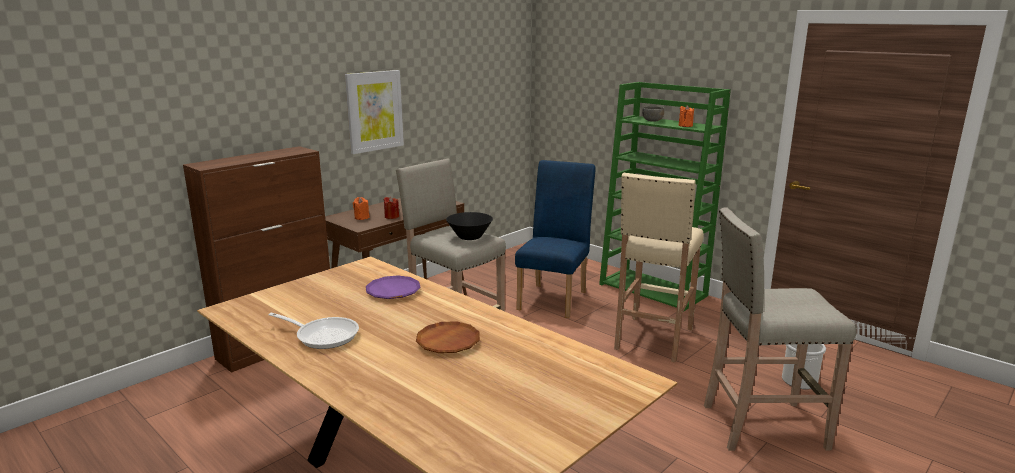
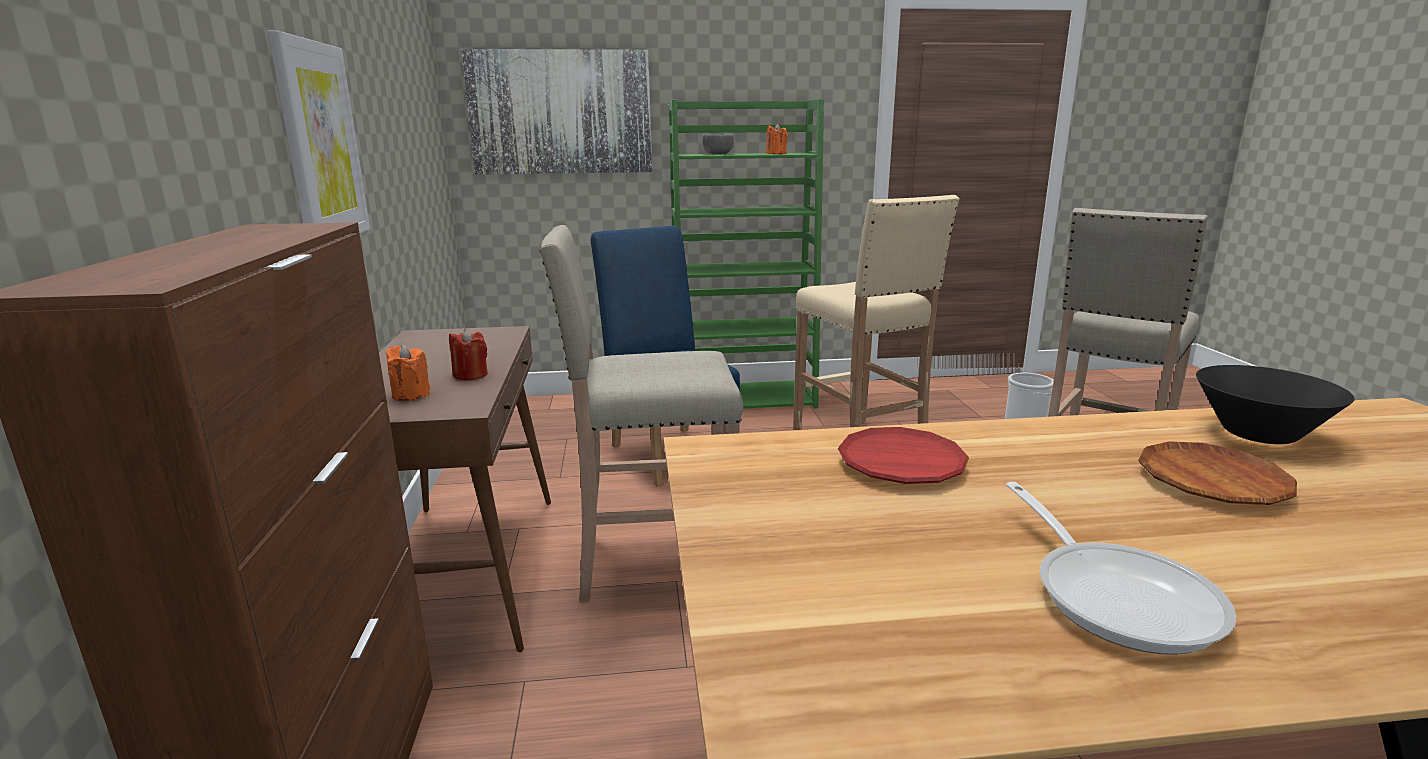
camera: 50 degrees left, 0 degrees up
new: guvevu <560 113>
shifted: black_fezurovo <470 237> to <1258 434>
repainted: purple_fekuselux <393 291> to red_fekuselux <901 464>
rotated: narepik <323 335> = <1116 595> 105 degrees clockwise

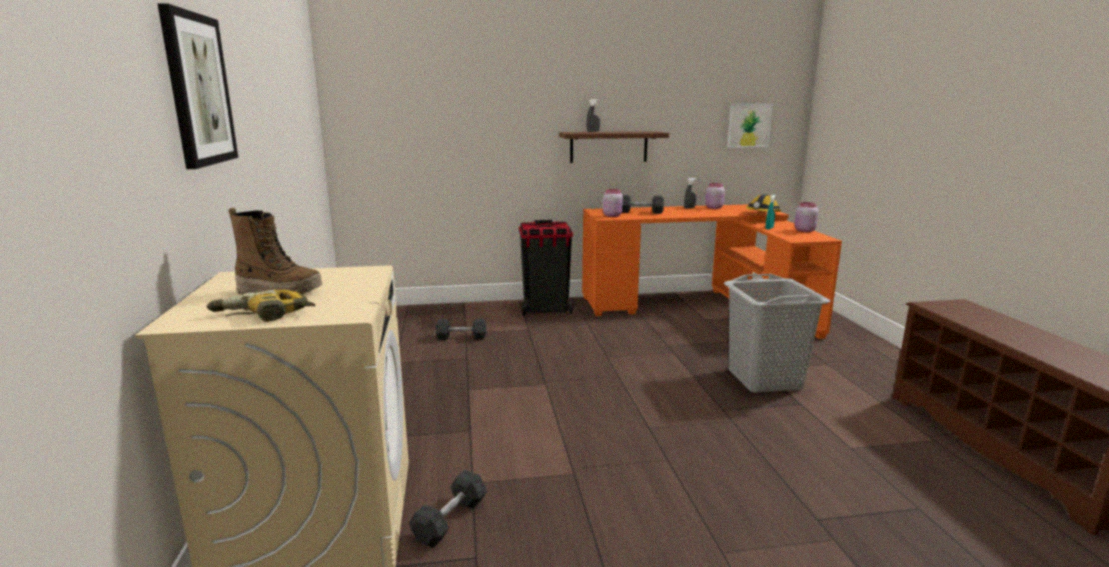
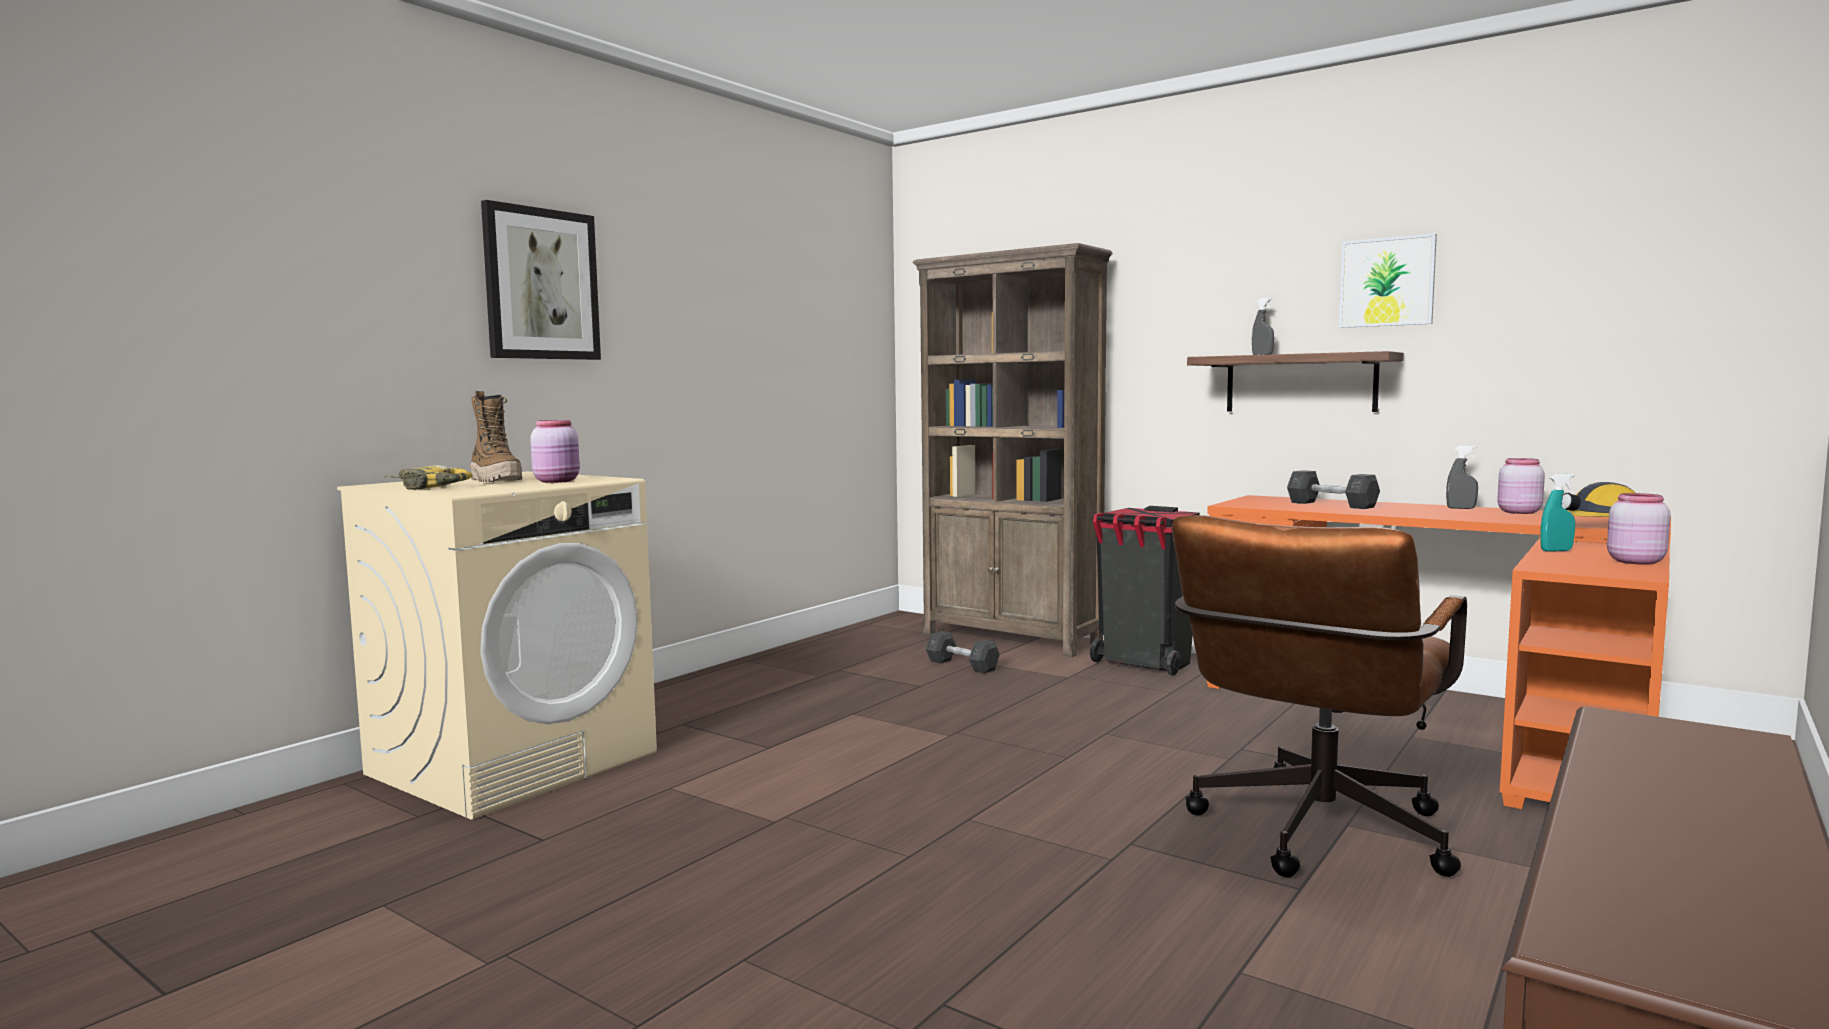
camera: 45 degrees right, 10 degrees down
gone: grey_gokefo <450 520>
new: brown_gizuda <1012 638>
shifted: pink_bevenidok <612 215> to <558 481>; guvevu <749 125> to <1387 282>
swapped: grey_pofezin <764 379> to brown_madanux <1313 838>

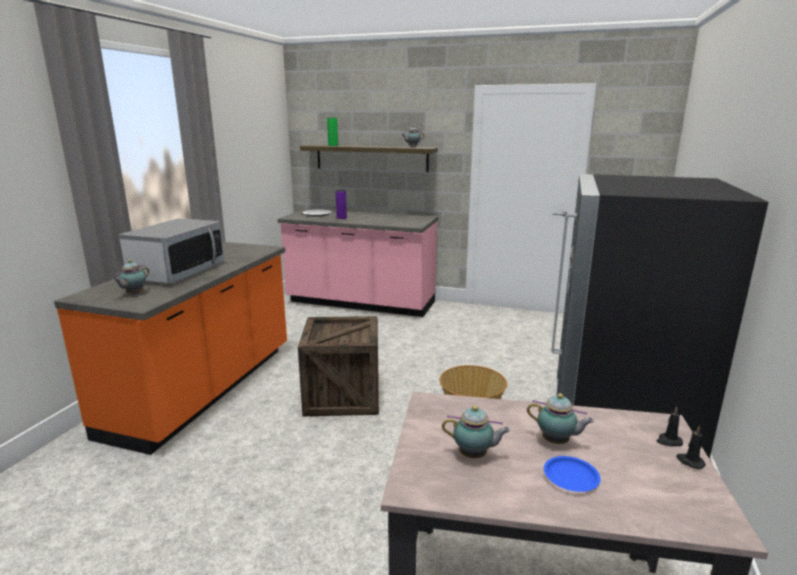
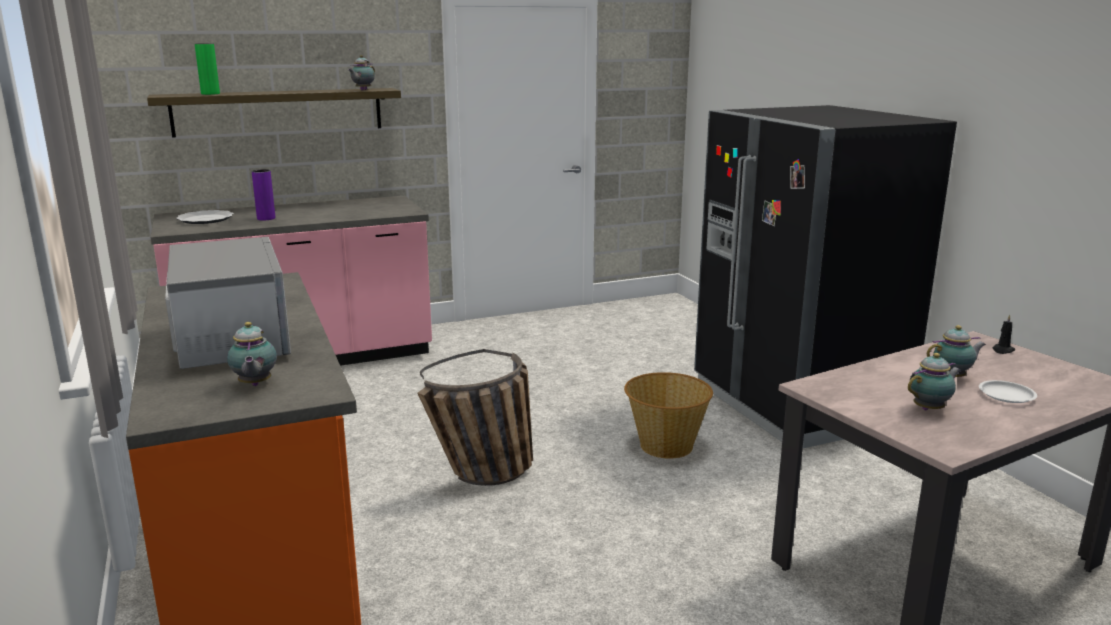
camera: 40 degrees left, 0 degrees up
gone: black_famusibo <690 461>
swapped: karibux <343 395> to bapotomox <483 477>
repainted: blue_fekuselux <571 477> to white_fekuselux <1007 395>

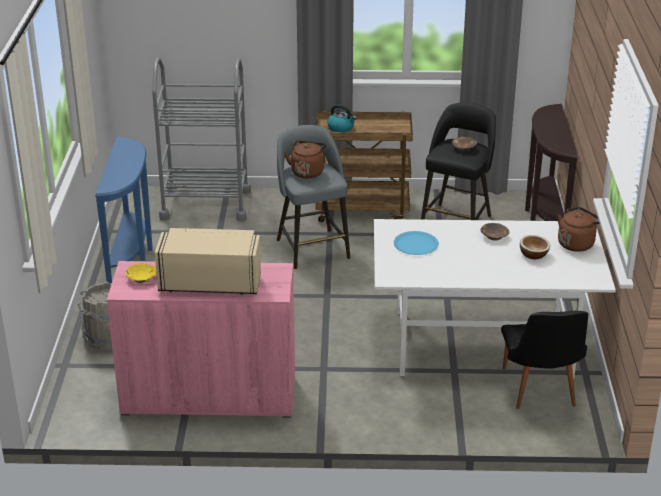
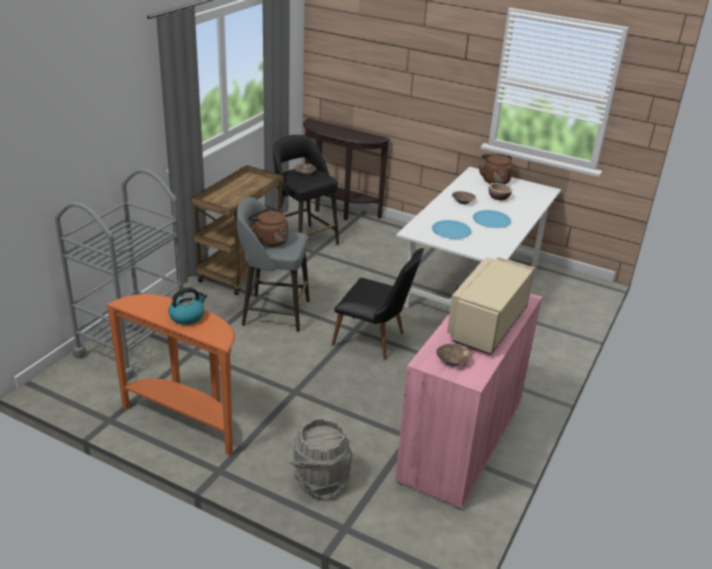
camera: 65 degrees left, 0 degrees up
new: blue_fekuselux <491 220>
shifted: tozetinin <341 128> to <187 316>; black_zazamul <539 392> to <375 341>
repainted: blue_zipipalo <132 260> to orange_zipipalo <185 420>; yellow_fezurovo <141 278> to brown_fezurovo <453 360>

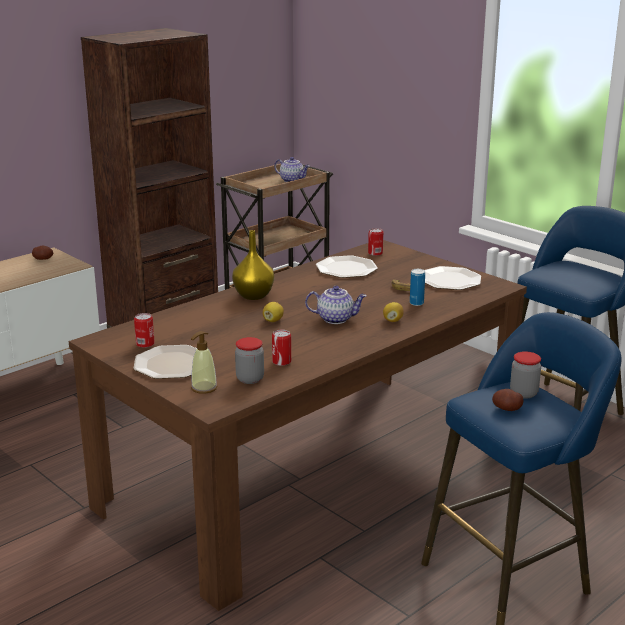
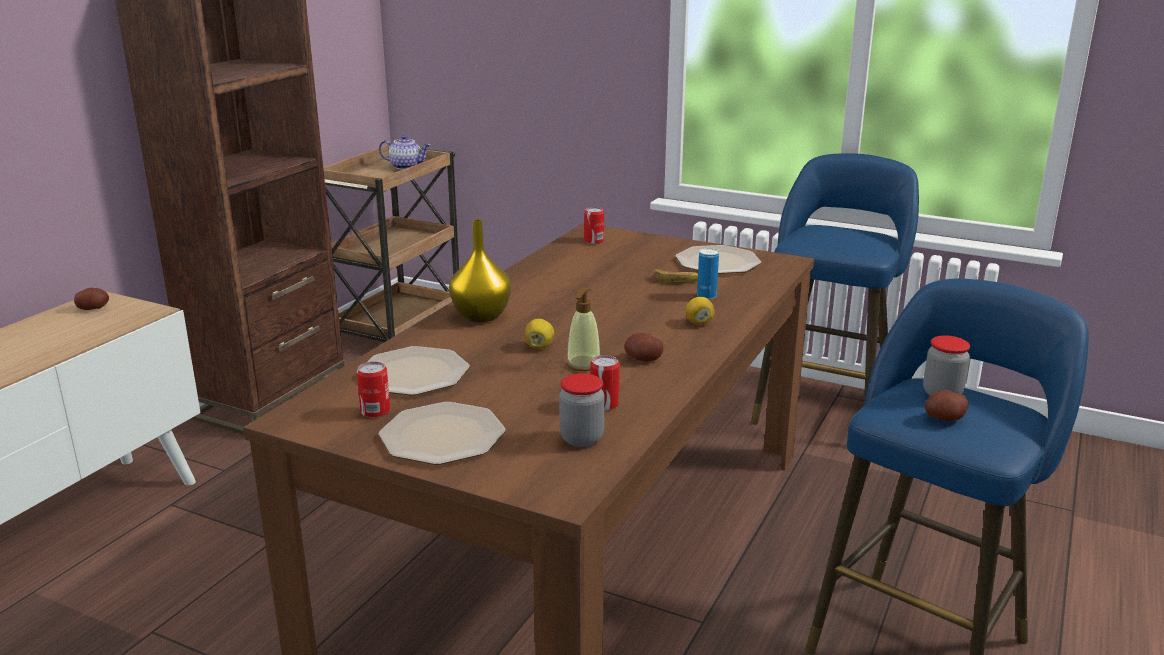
camera: 20 degrees left, 0 degrees up
gone: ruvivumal <336 319>
new: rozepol <643 359>
shifted: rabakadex <204 388> to <583 364>; fekuselux <346 269> to <414 374>

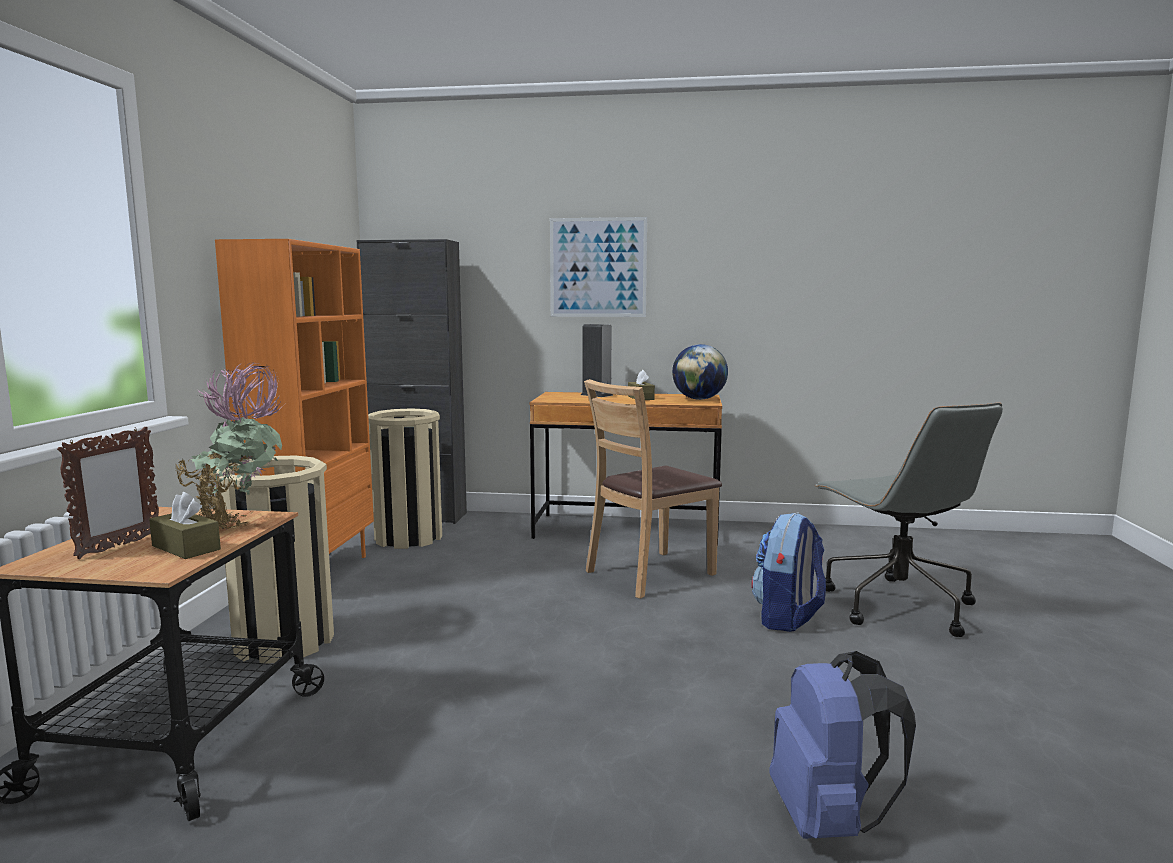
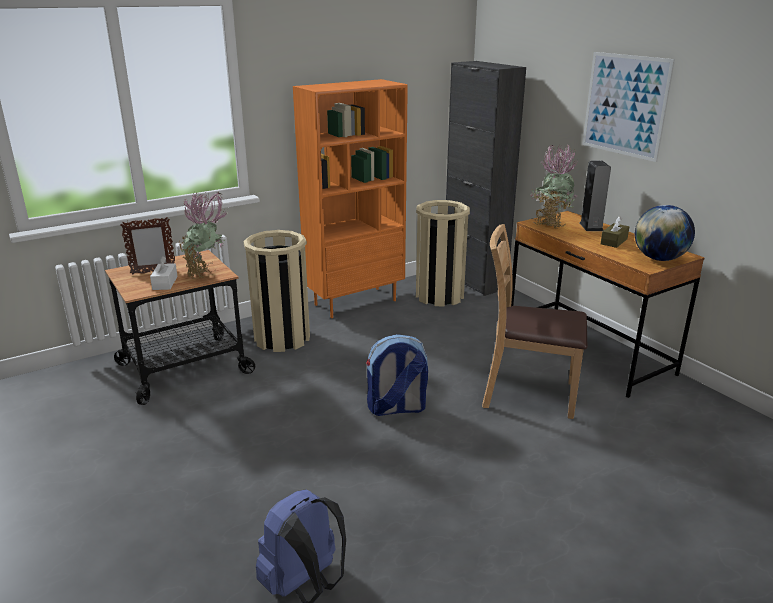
camera: 50 degrees right, 15 degrees up
gone: grey_madanux <896 605>
new: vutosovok <550 224>
shifted: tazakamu <788 618> to <396 408>
repainted: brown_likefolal <186 548> to white_likefolal <165 283>

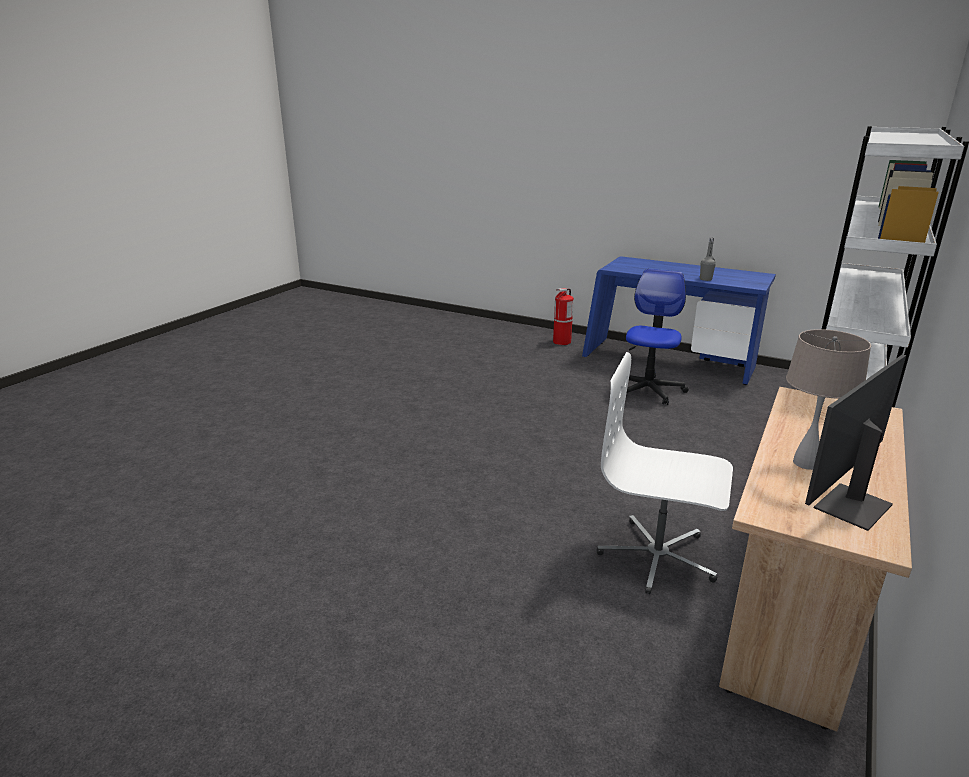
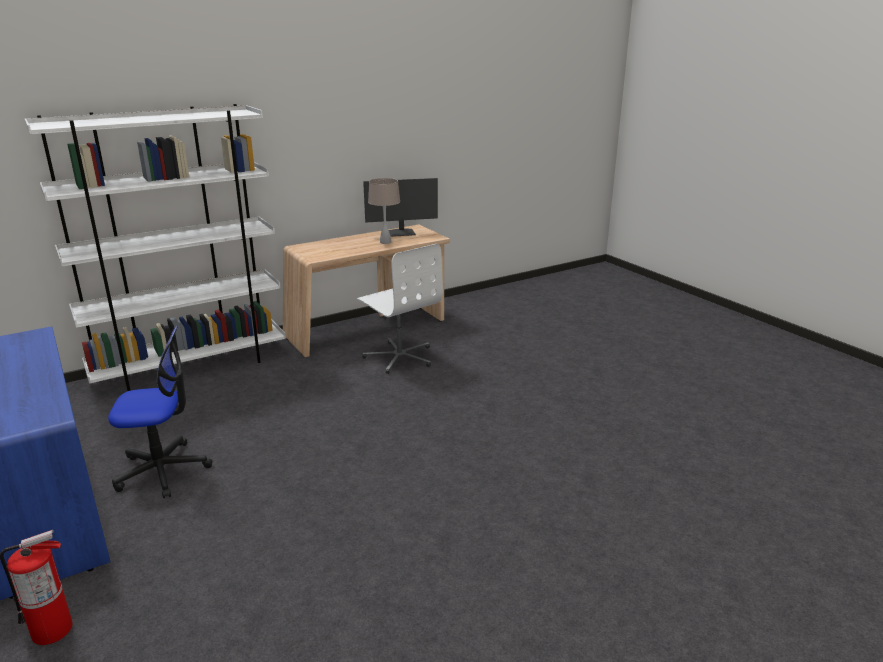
camera: 150 degrees left, 0 degrees up
gone: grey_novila <705 279>
rotated: madanux <647 390> = <163 470> 150 degrees counterclockwise

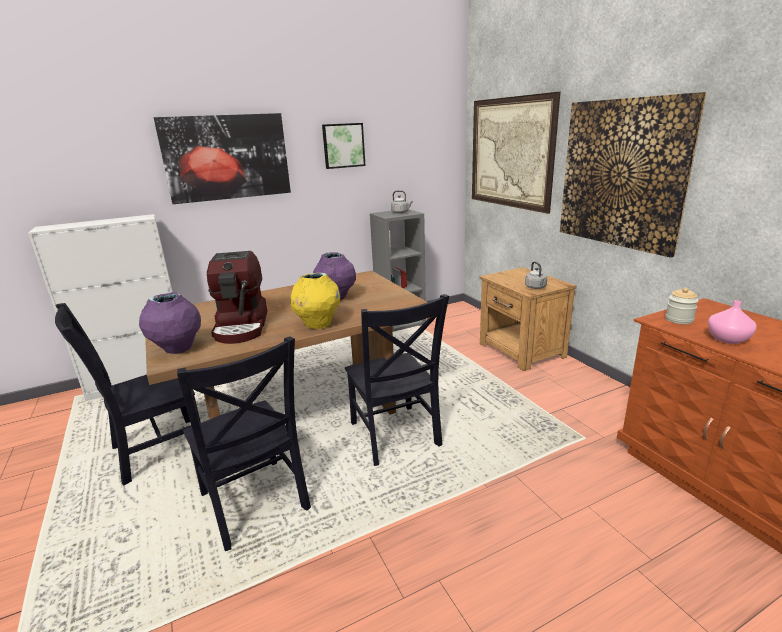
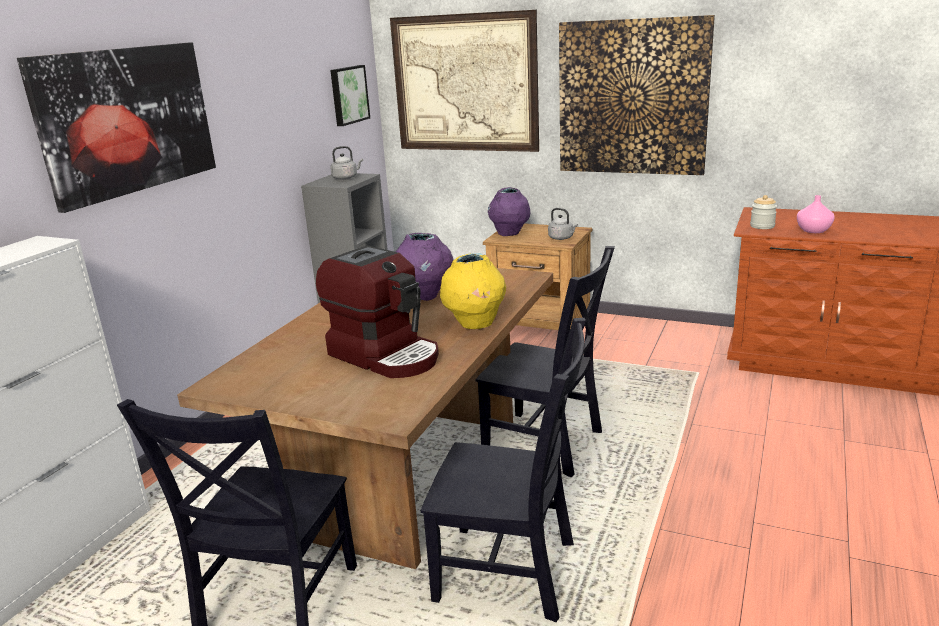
camera: 40 degrees left, 0 degrees up
shifted: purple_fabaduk <178 349> to <509 234>; guvevu <343 145> to <348 95>

